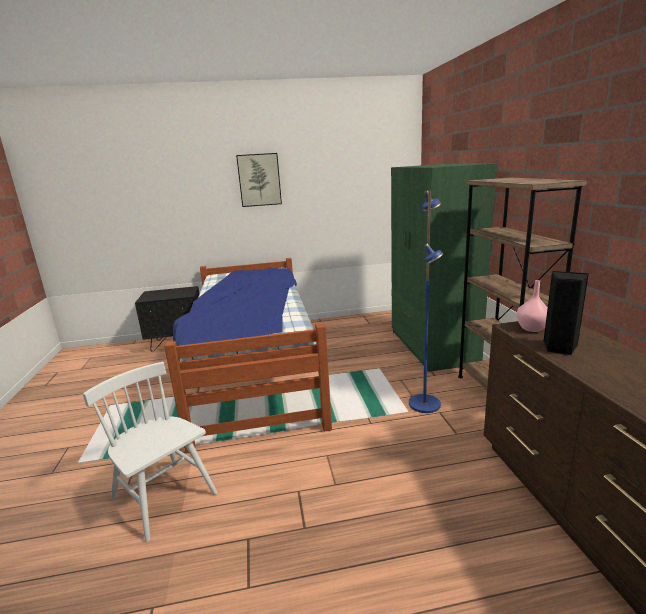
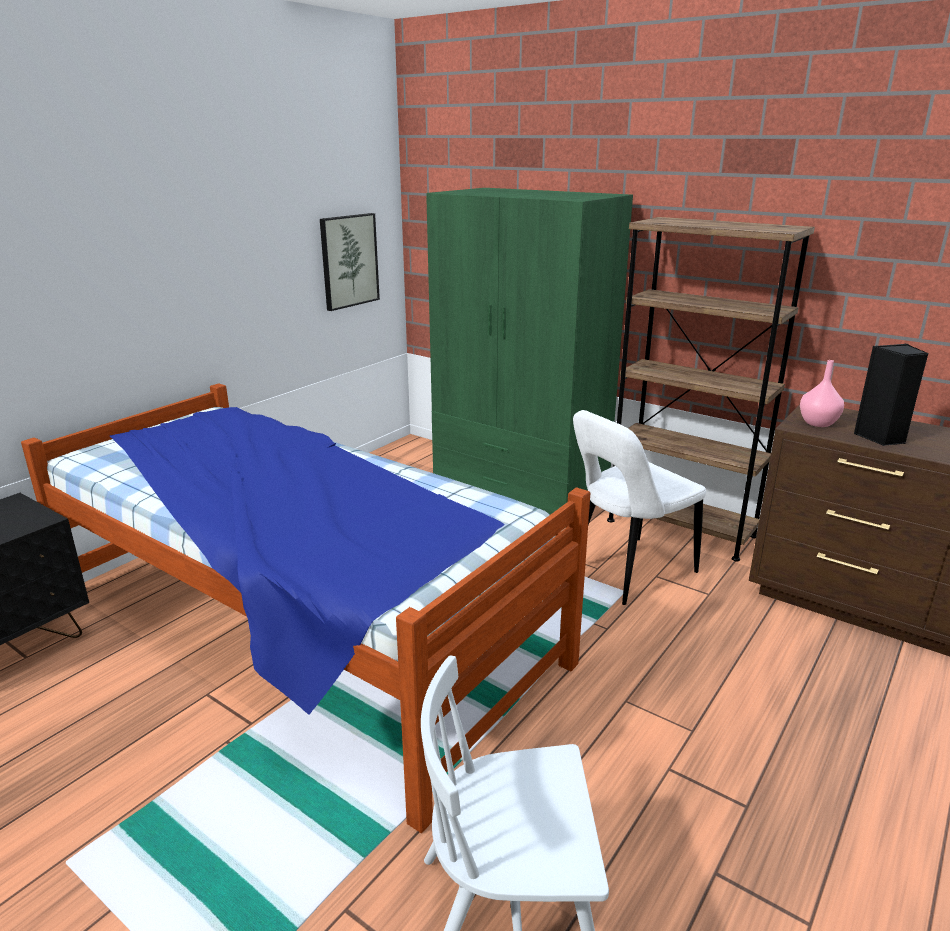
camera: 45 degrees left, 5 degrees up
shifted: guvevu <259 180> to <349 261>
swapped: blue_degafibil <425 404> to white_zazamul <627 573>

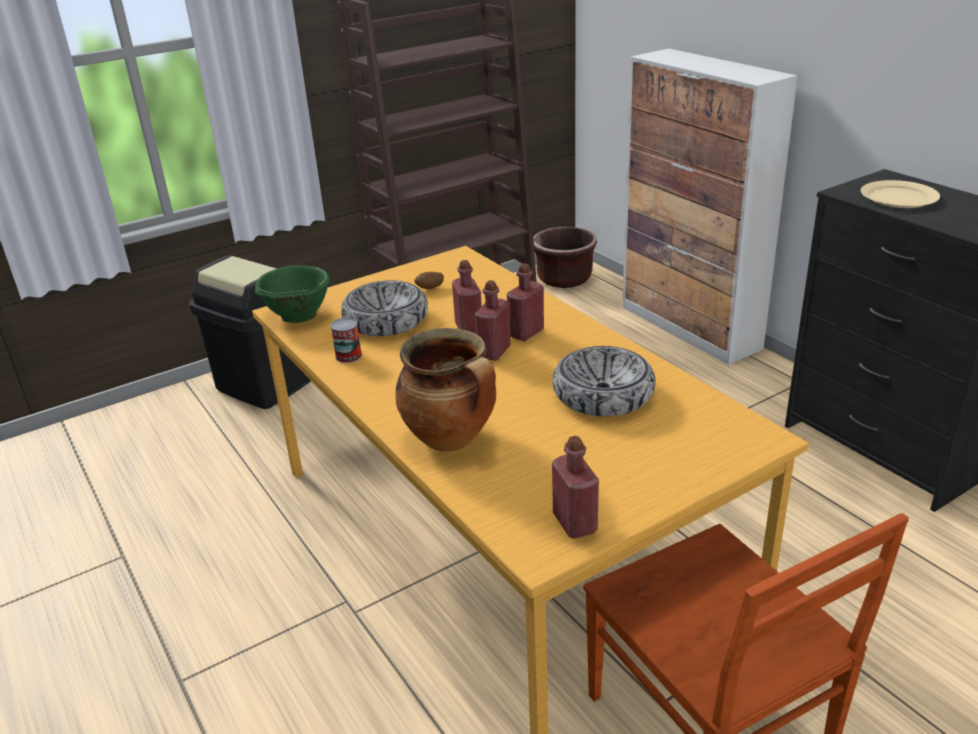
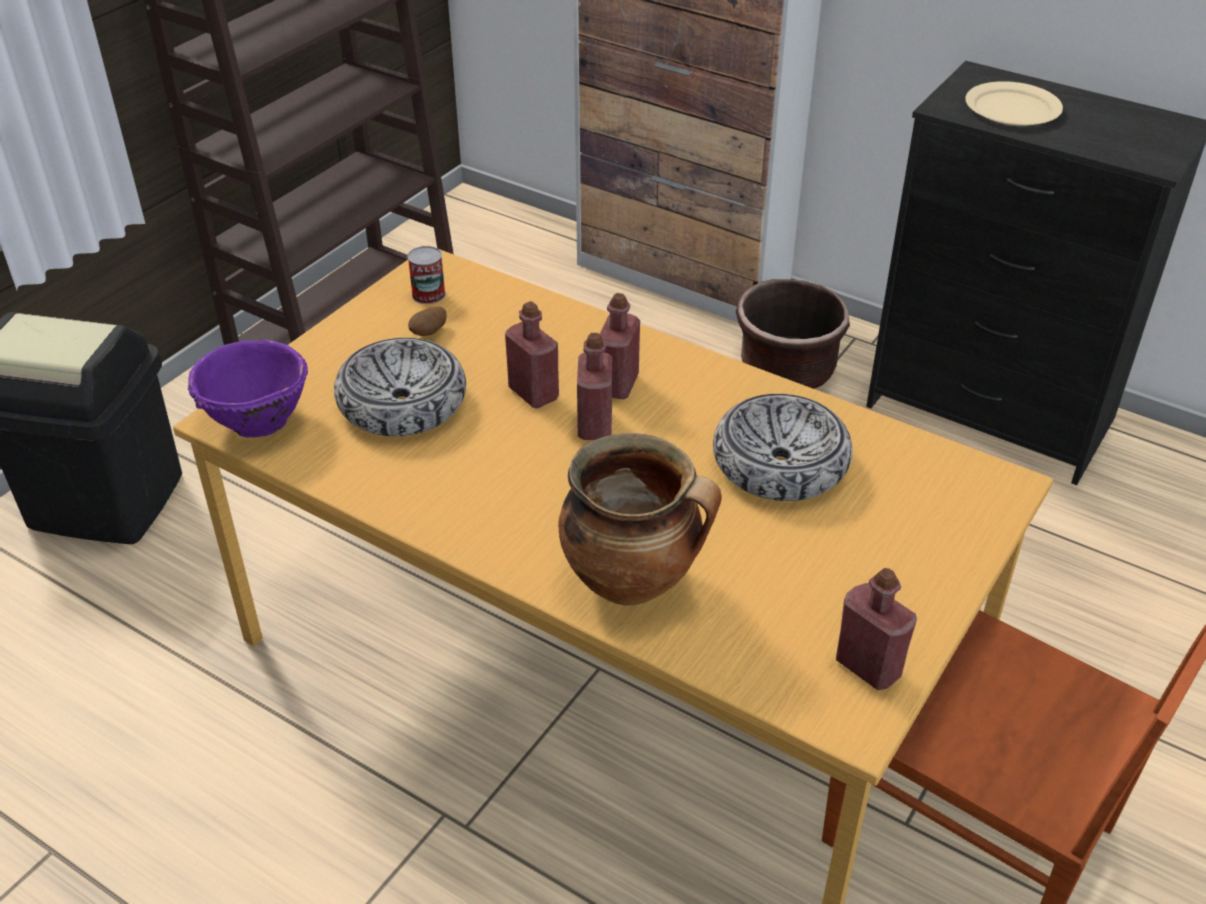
camera: 25 degrees left, 10 degrees up
shifted: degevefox <348 356> to <428 294>; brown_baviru <564 279> to <786 370>
repainted: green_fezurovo <297 315> to purple_fezurovo <257 421>

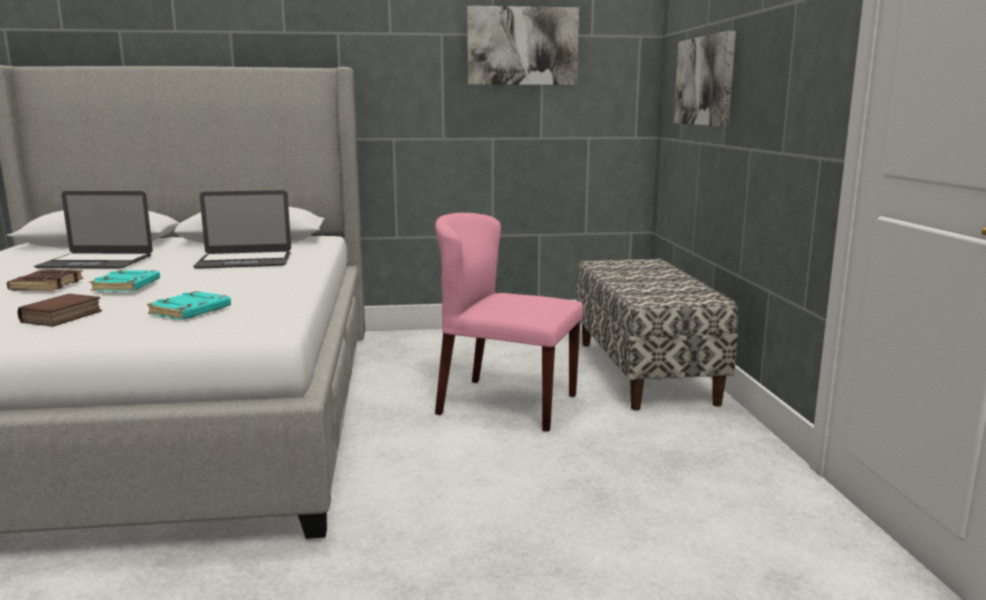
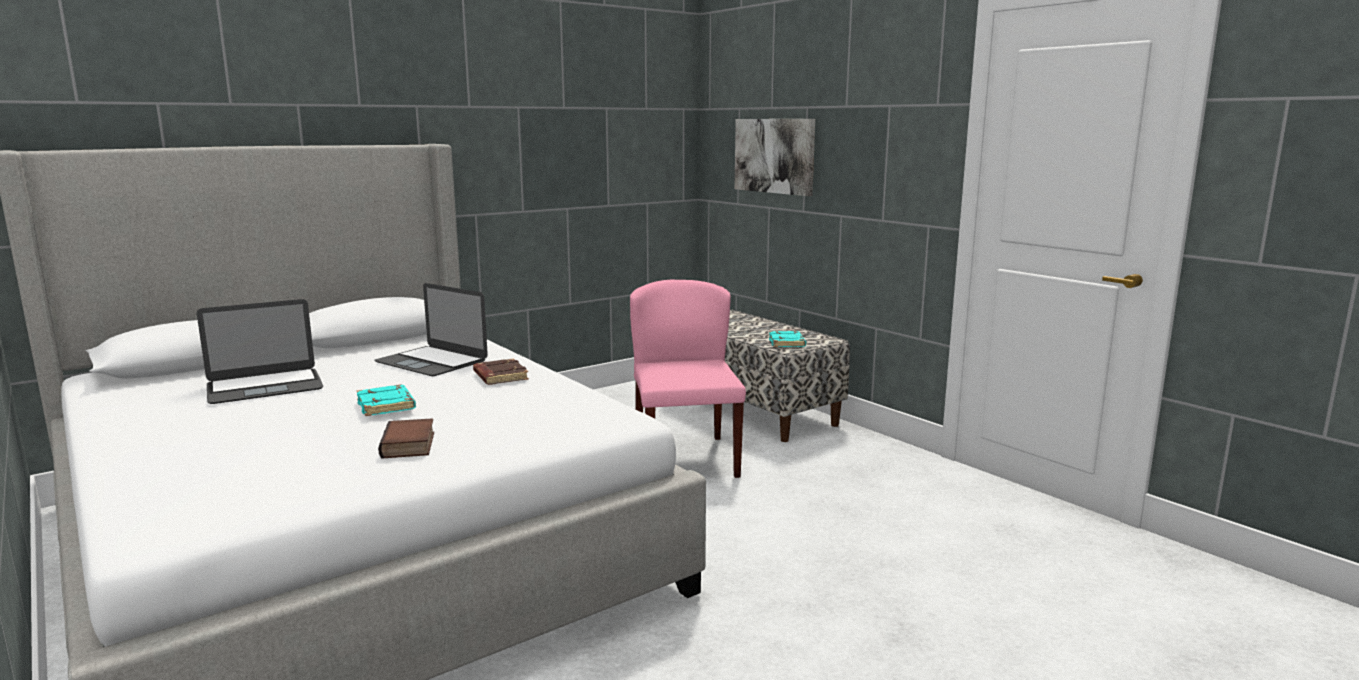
camera: 30 degrees left, 0 degrees up
gone: guvevu <522 46>
shifted: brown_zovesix <46 285> to <499 376>; turquoise_zovesix <190 311> to <787 343>
rotated: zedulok <244 260> = <431 361> 75 degrees clockwise; pink_zazamul <506 404> = <684 458> 90 degrees clockwise

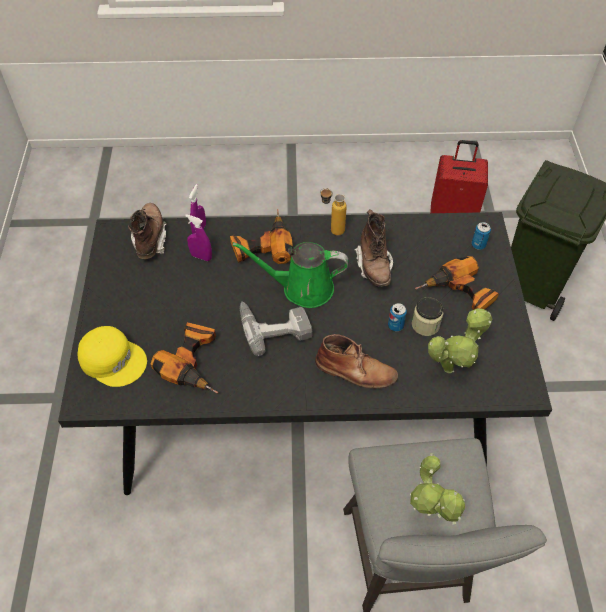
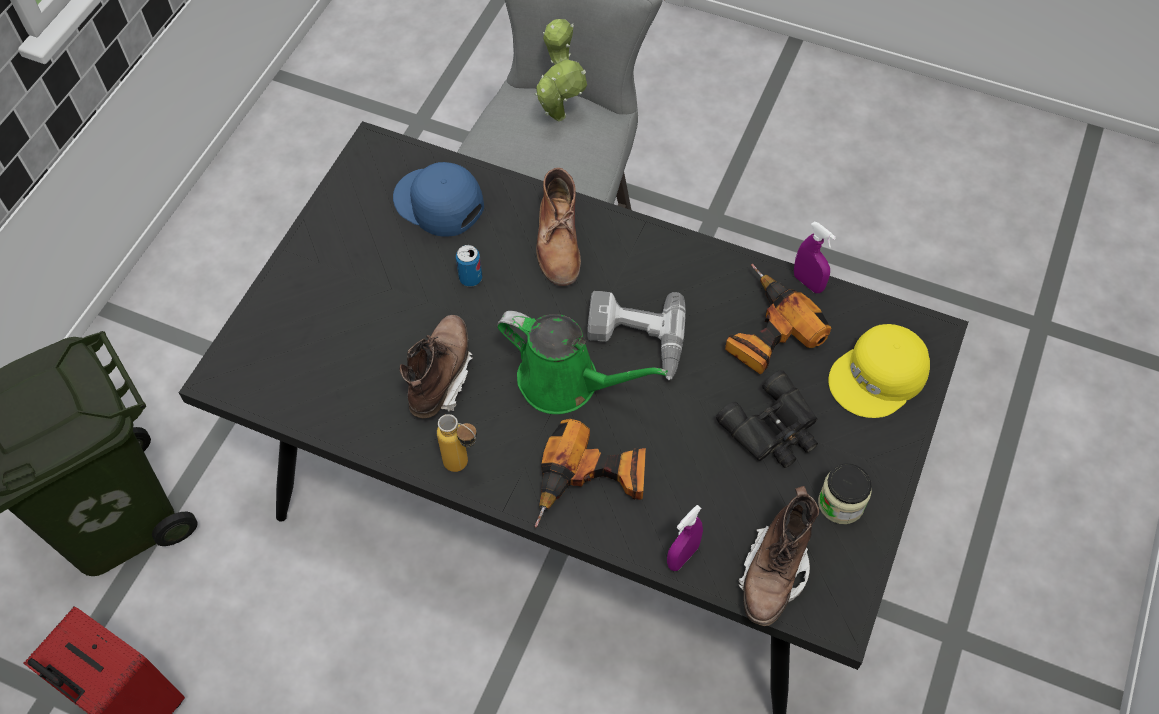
camera: 155 degrees left, 5 degrees up
gone: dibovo <459 294>; degevefox <478 245>
new: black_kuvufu <774 430>
shifted: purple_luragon <201 256> to <808 283>; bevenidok <425 325> to <841 503>
swapped: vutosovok <451 366> to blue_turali <438 203>
rotated: yellow_turali <113 359> = <879 377> 90 degrees counterclockwise; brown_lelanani <356 371> = <558 241> 135 degrees counterclockwise

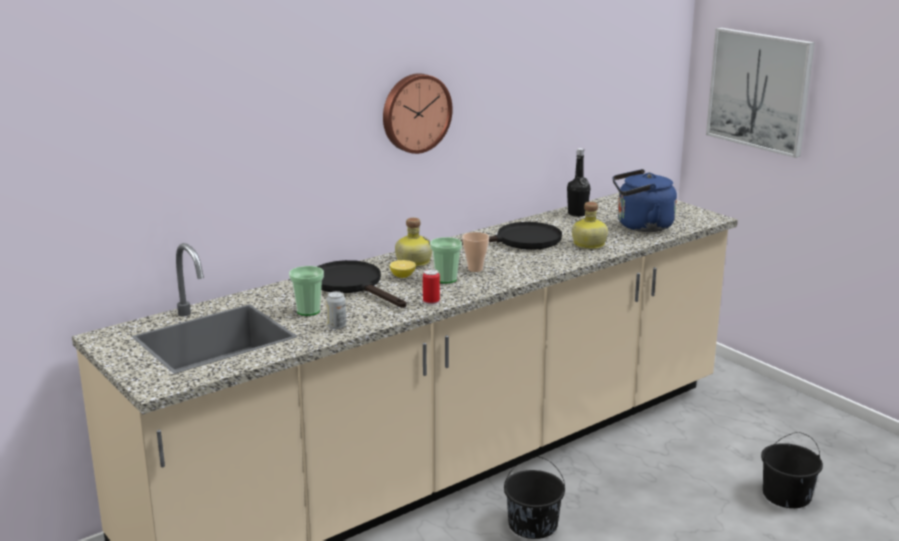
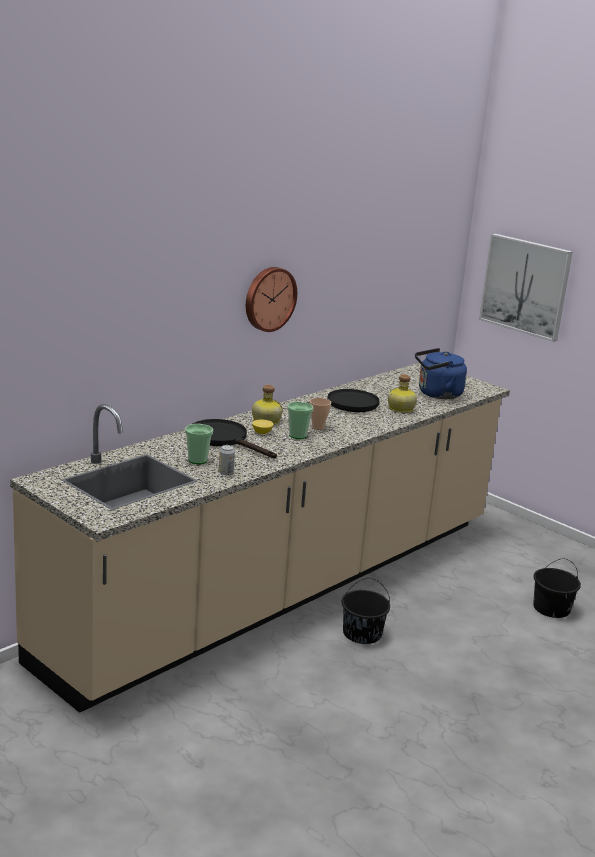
camera: 10 degrees left, 0 degrees up
gone: degevefox <431 302>; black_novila <577 214>

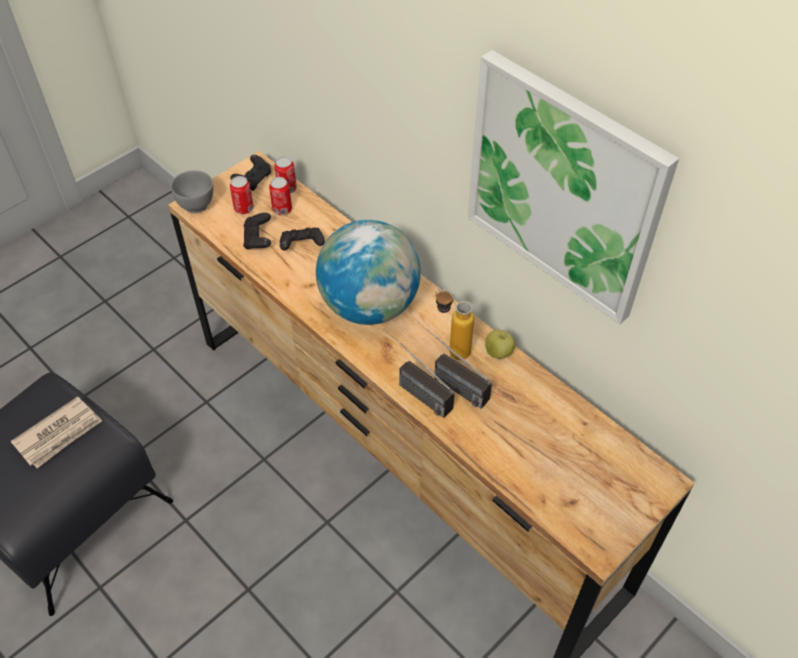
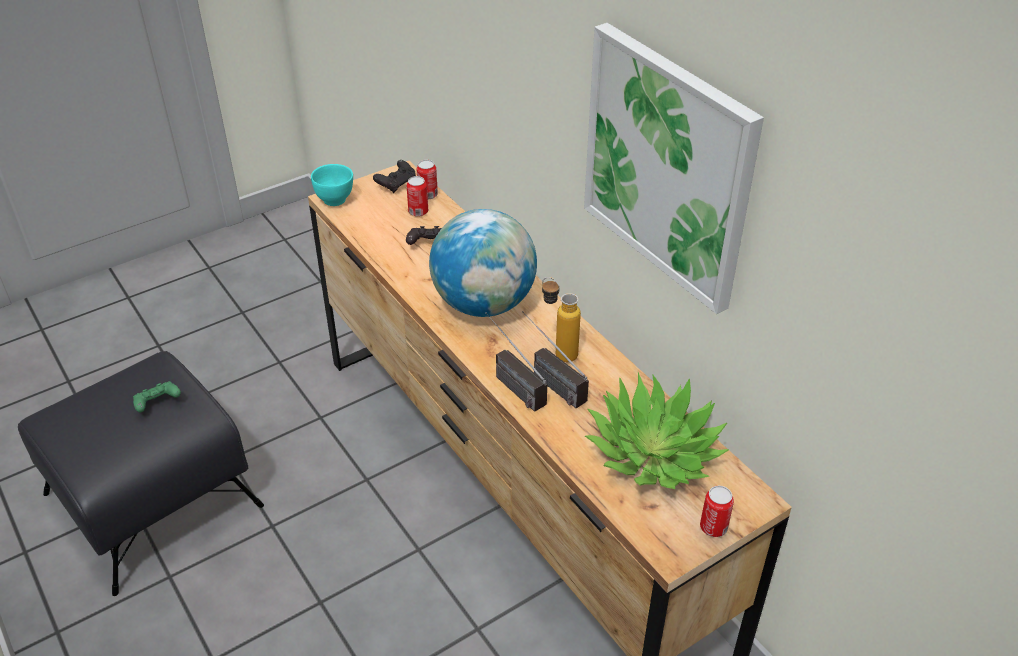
camera: 10 degrees right, 10 degrees down
gone: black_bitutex <258 239>; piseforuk <498 353>
new: vutosovok <654 452>
shifted: degevefox <244 208> to <713 527>
swapped: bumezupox <59 434> to green_bitutex <157 403>
repainted: grey_fezurovo <196 205> to turquoise_fezurovo <335 200>

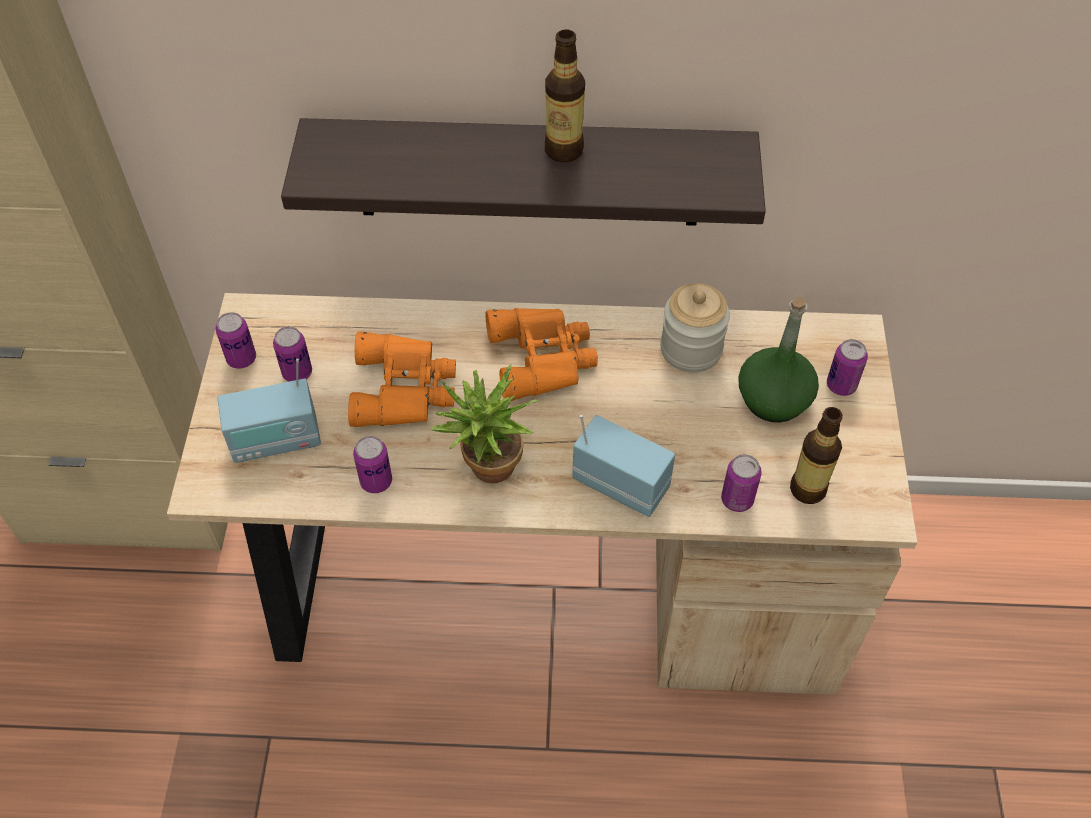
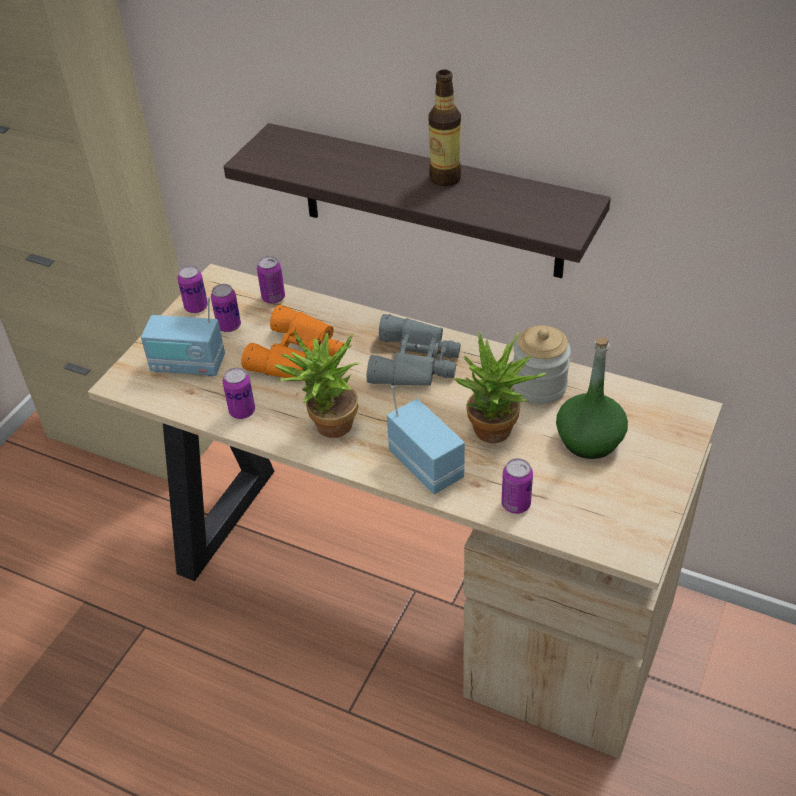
camera: 25 degrees right, 10 degrees down
gone: novila <807 489>
new: vutosovok <496 435>
shifted: degevefox <841 385> to <273 298>
repainted: orange_kuvufu <543 357> to grey_kuvufu <416 362>

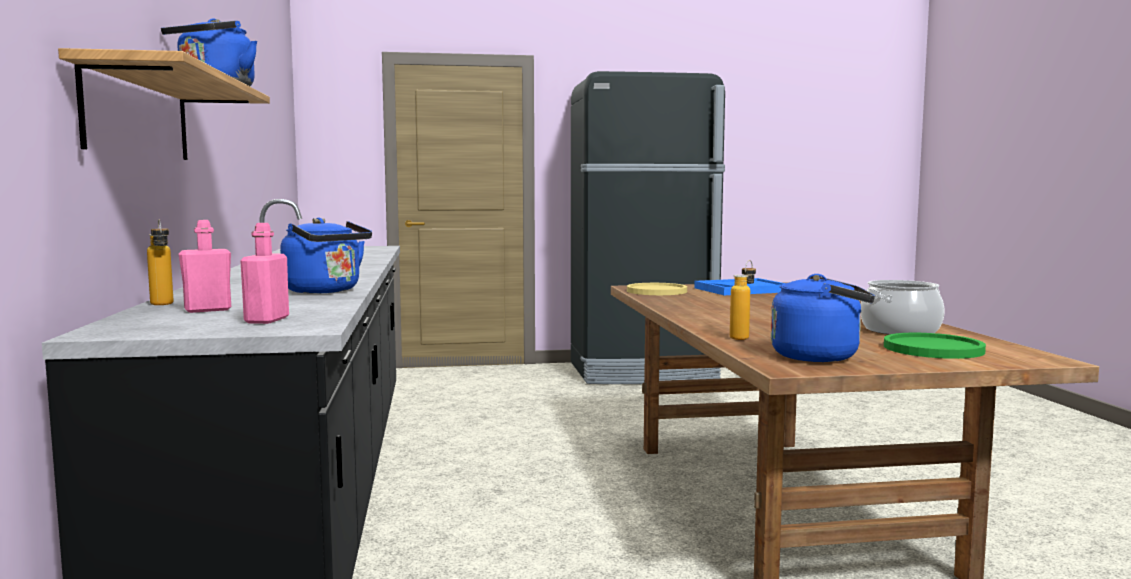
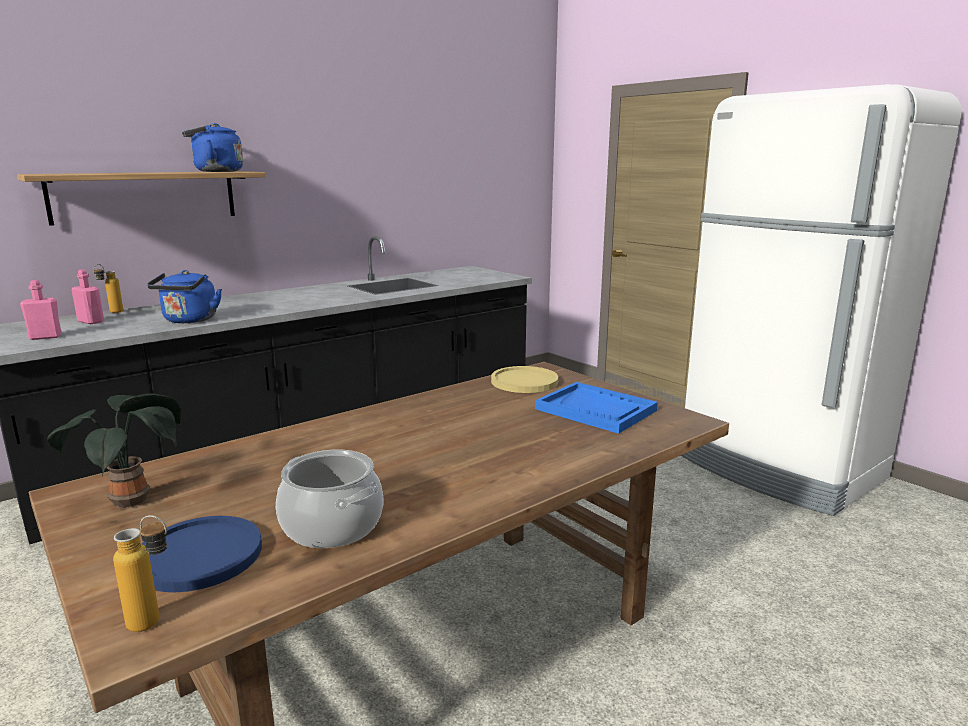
camera: 60 degrees right, 10 degrees up
shifted: novila <742 337> to <155 624>
swapped: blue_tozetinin <820 356> to vutosovok <134 499>
repainted: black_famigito <643 372> to white_famigito <779 468>; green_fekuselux <933 349> to blue_fekuselux <199 555>

